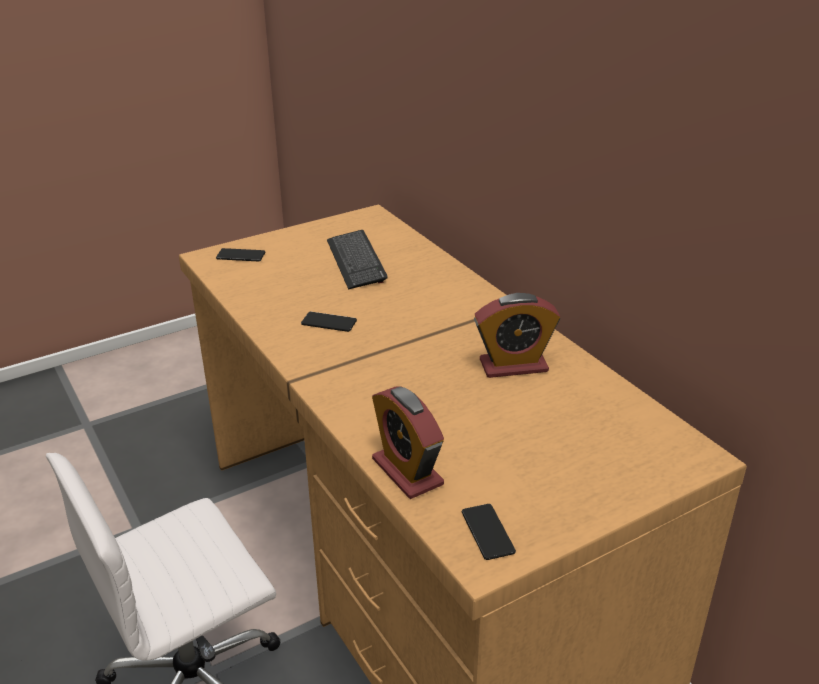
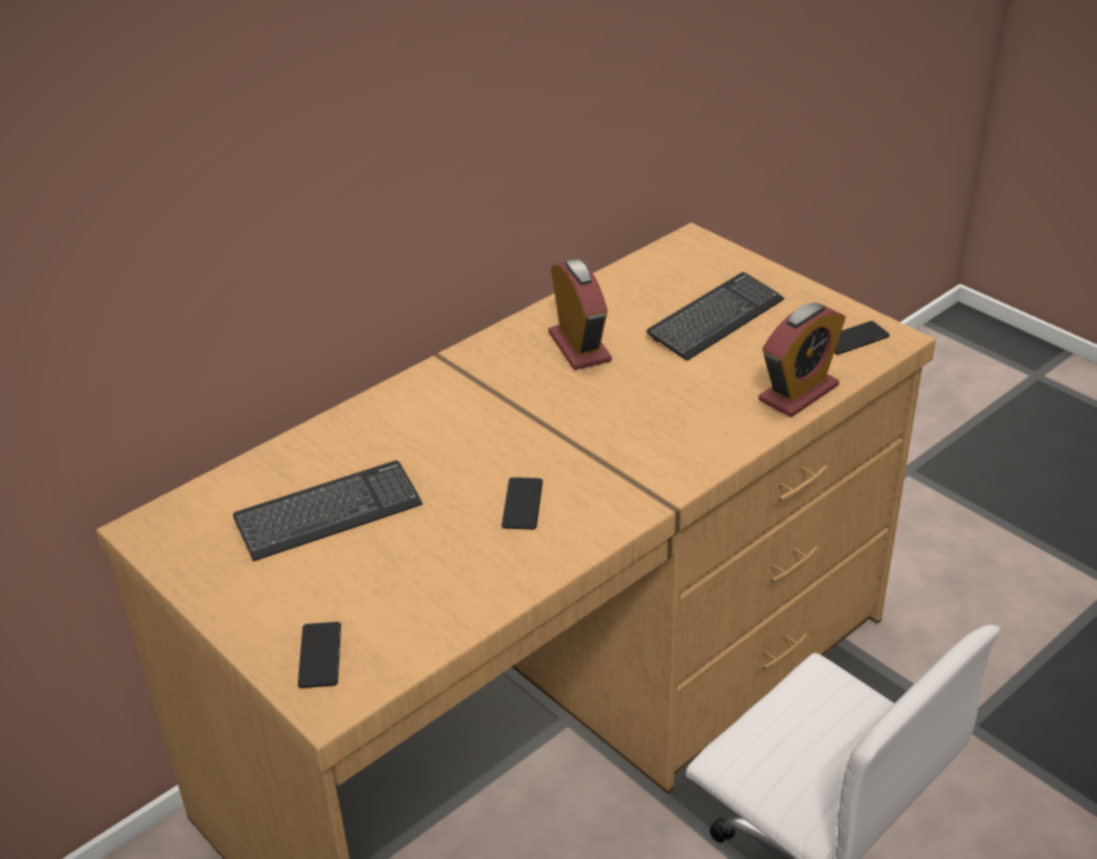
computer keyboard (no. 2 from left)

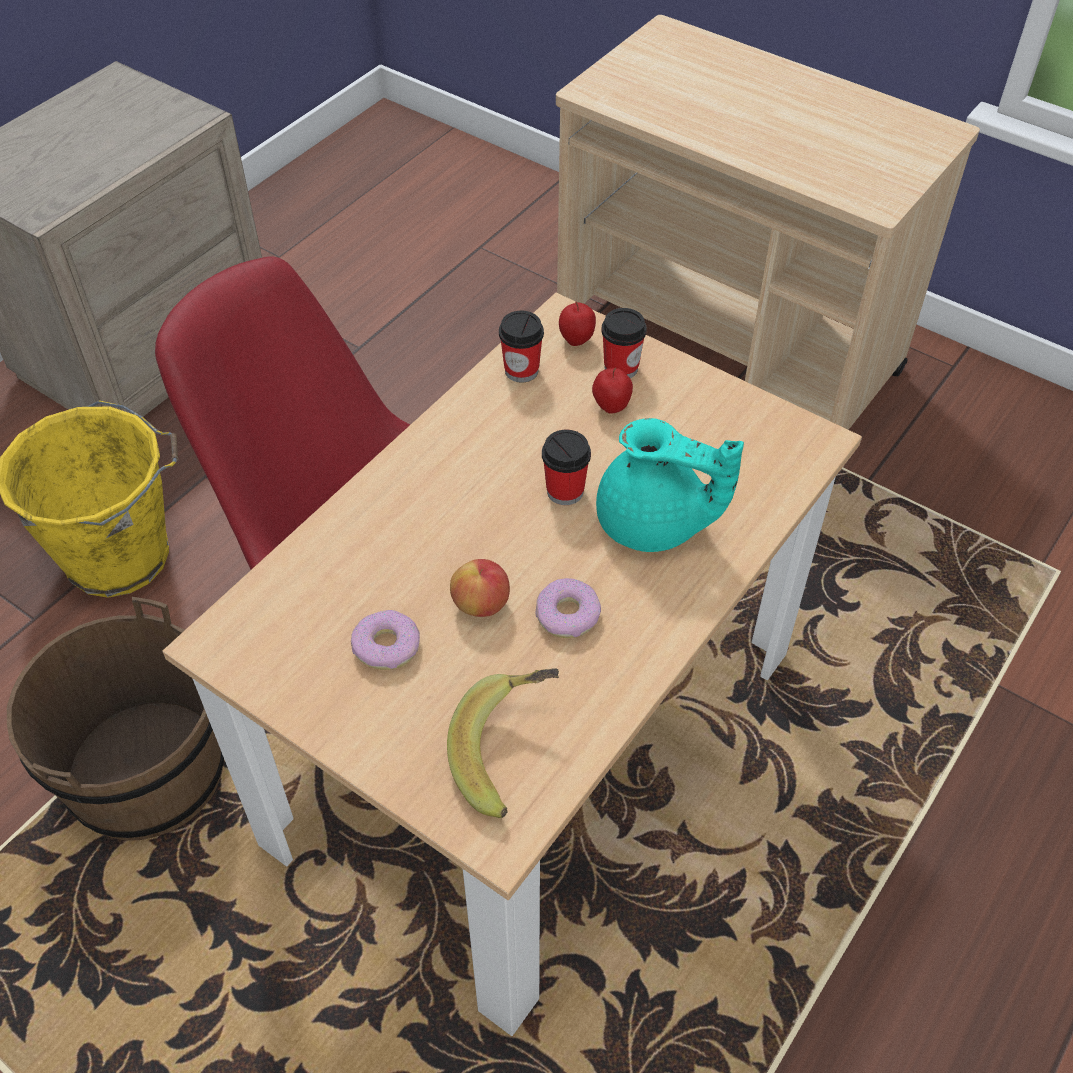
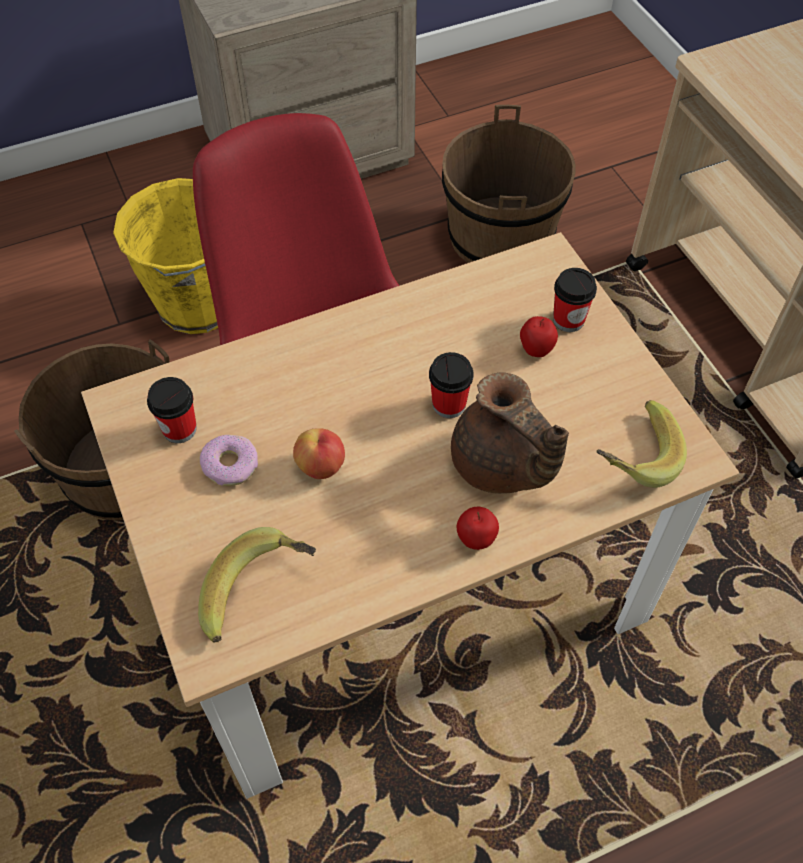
whole apple (no. 2 from left)
drinking cup (no. 1 from left)
brown pot for tea
doughnut (no. 2 from left in the first image)
brown bucket (no. 2 from left)
whole banana (no. 2 from left)

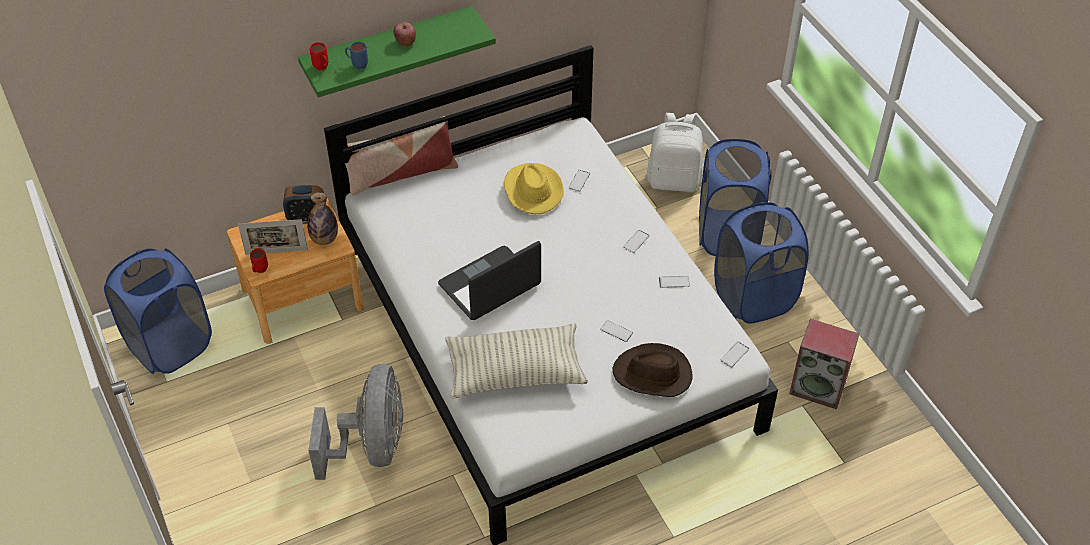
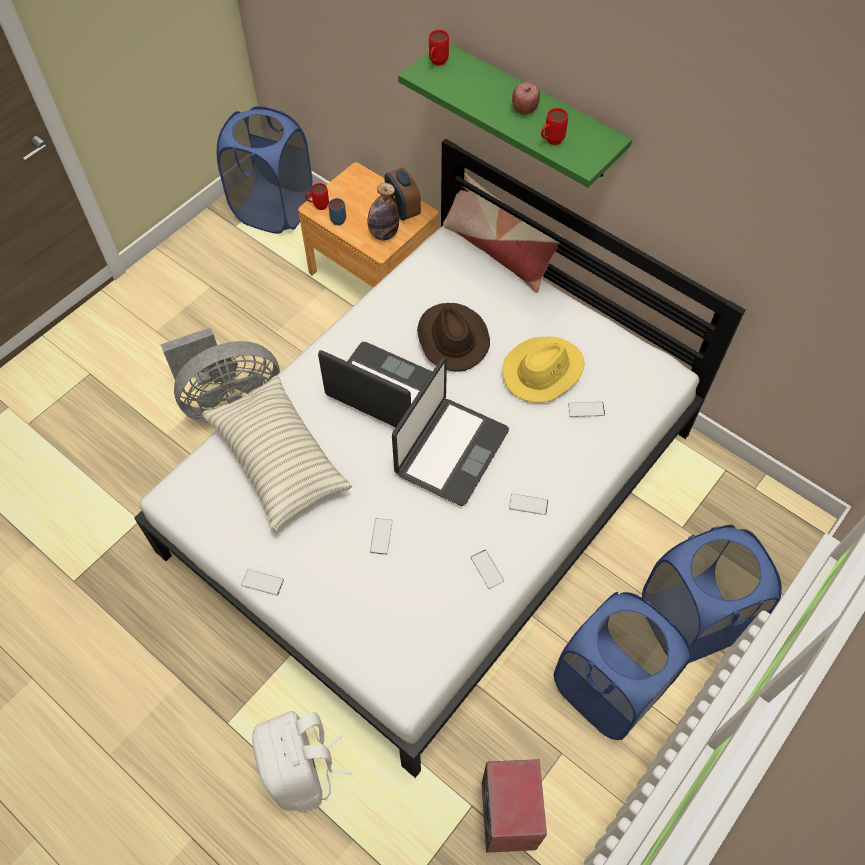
bluish coffee mug
white-coloured rucksack
standing frame
phone (no. 1 from left)
brown clothing hat
red-coloured coffee mug (no. 3 from left)
notebook computer (no. 2 from left)

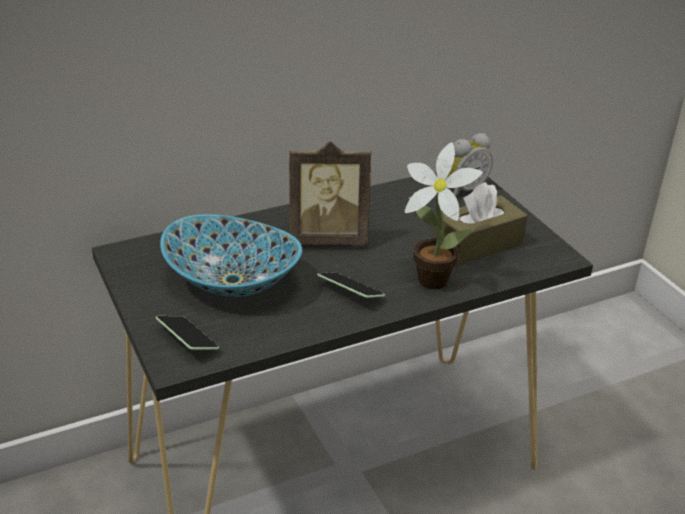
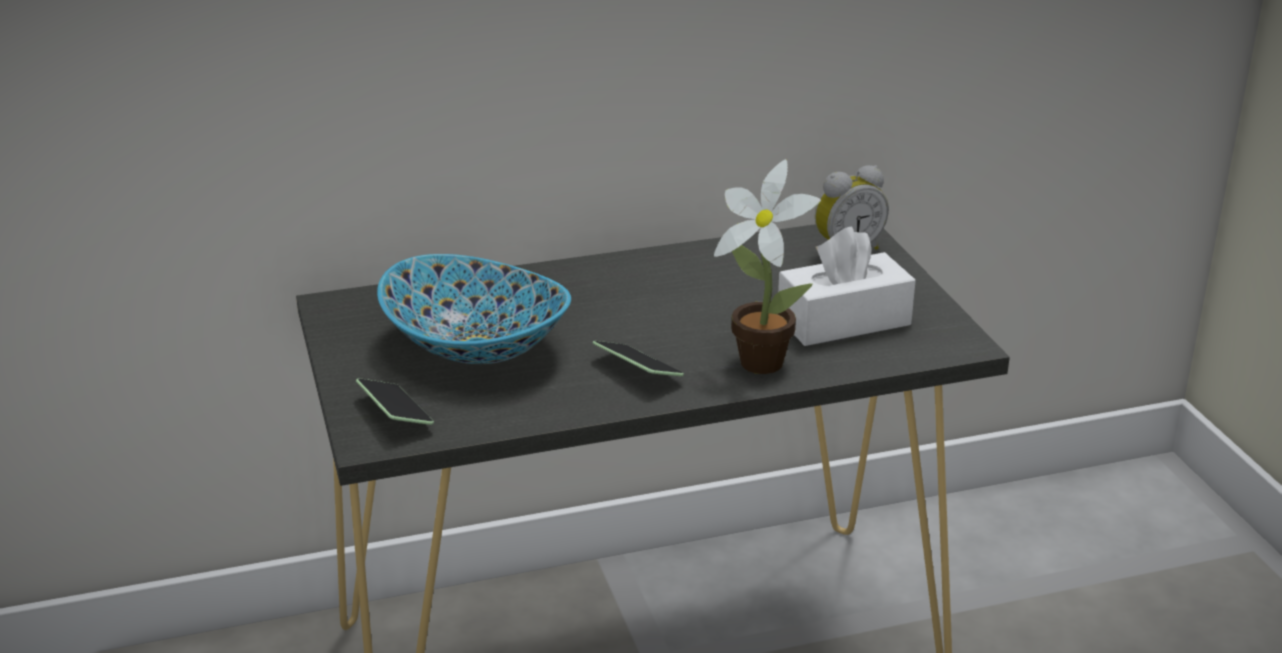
standing frame
white-coloured tissue holder

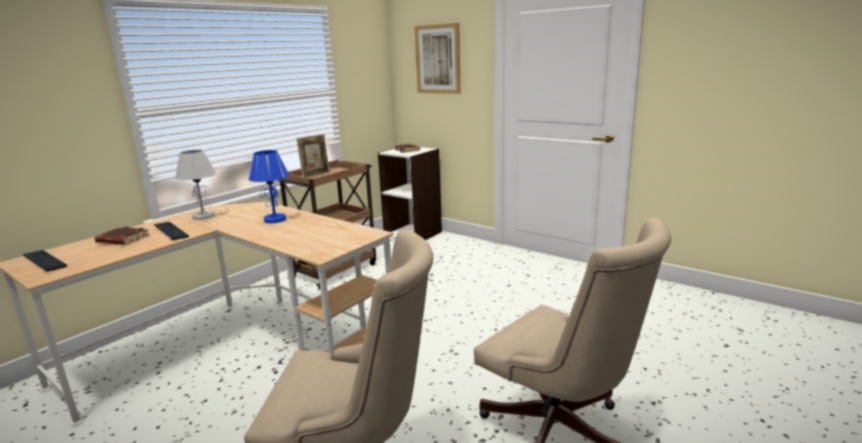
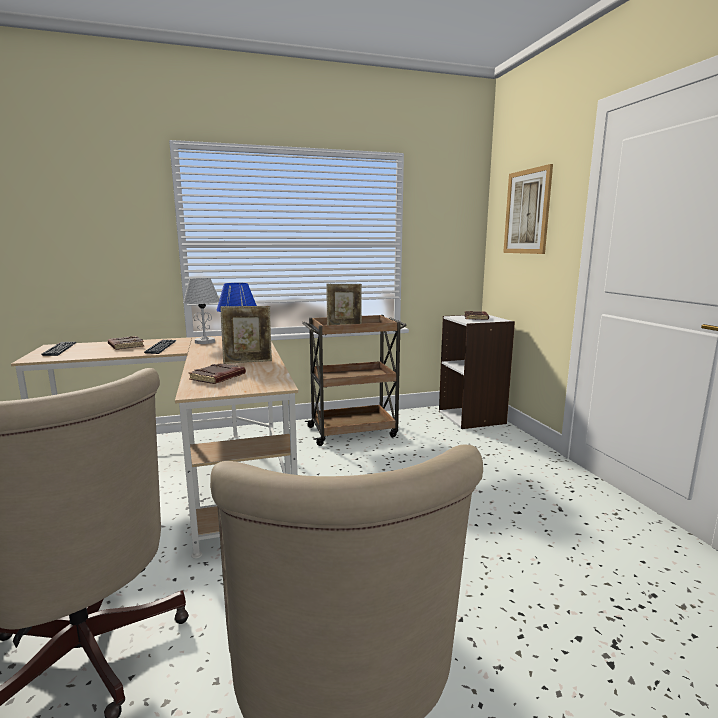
standing frame (no. 1 from left)
brown volume (no. 2 from left)

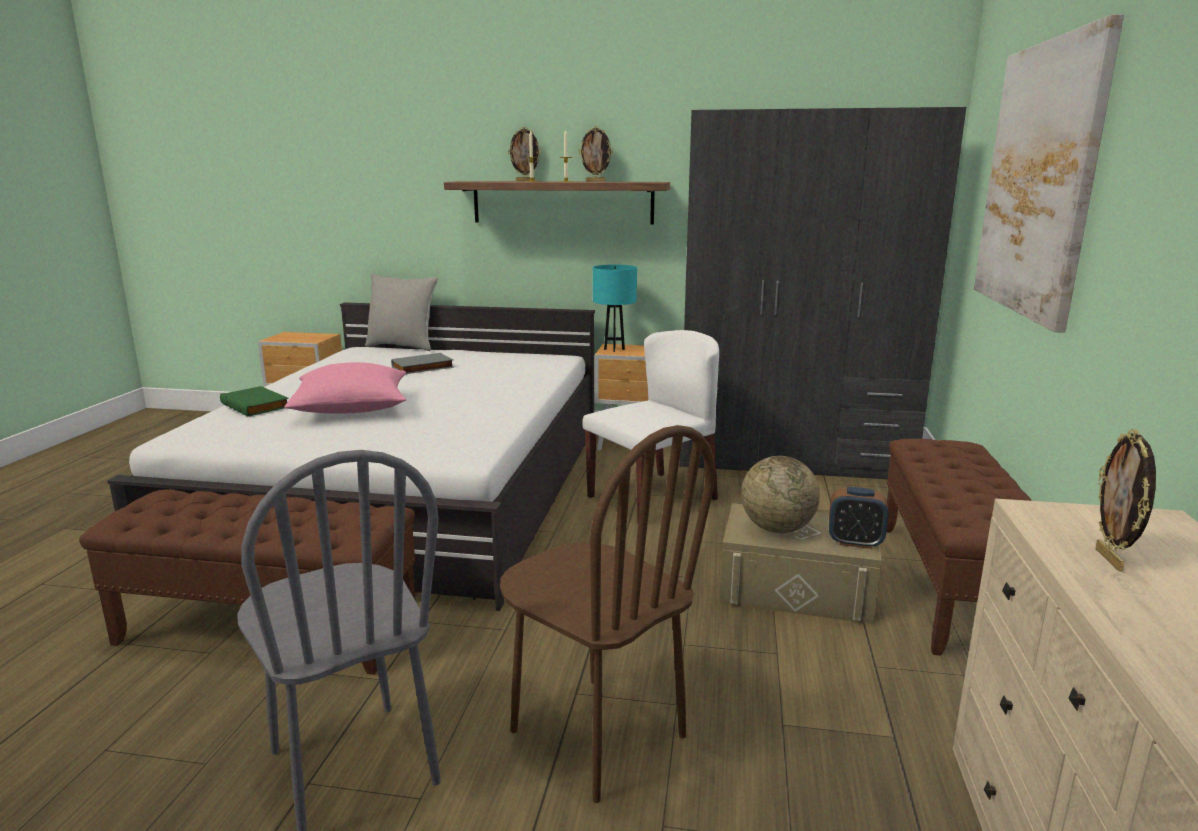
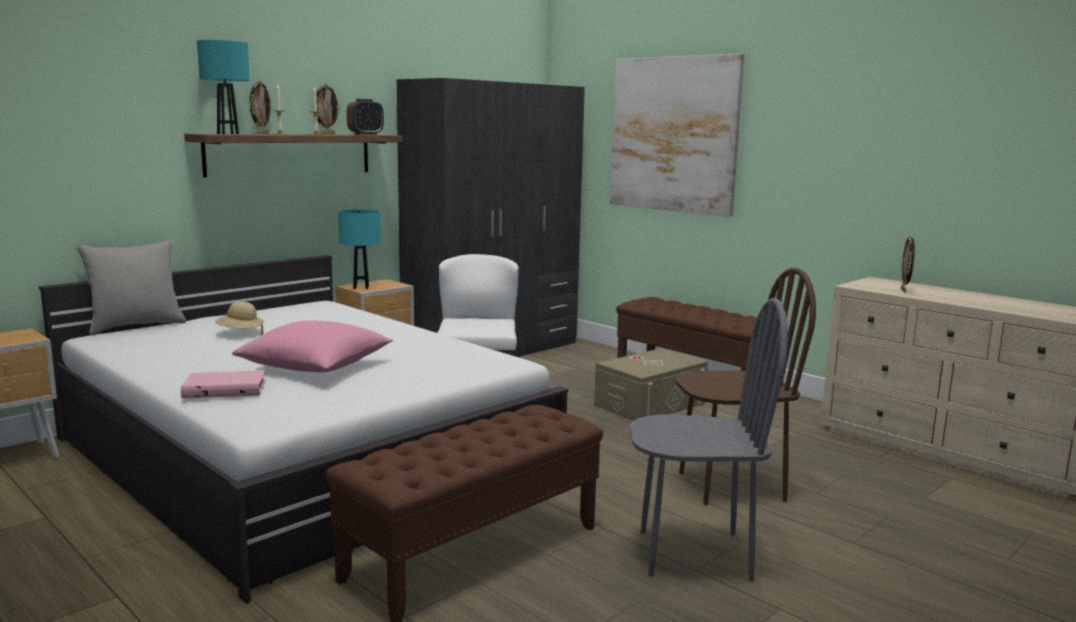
beige clothing hat
pinkish volume
standing frame (no. 3 from left)
globe
alarm clock
blue-green table lamp (no. 1 from left)

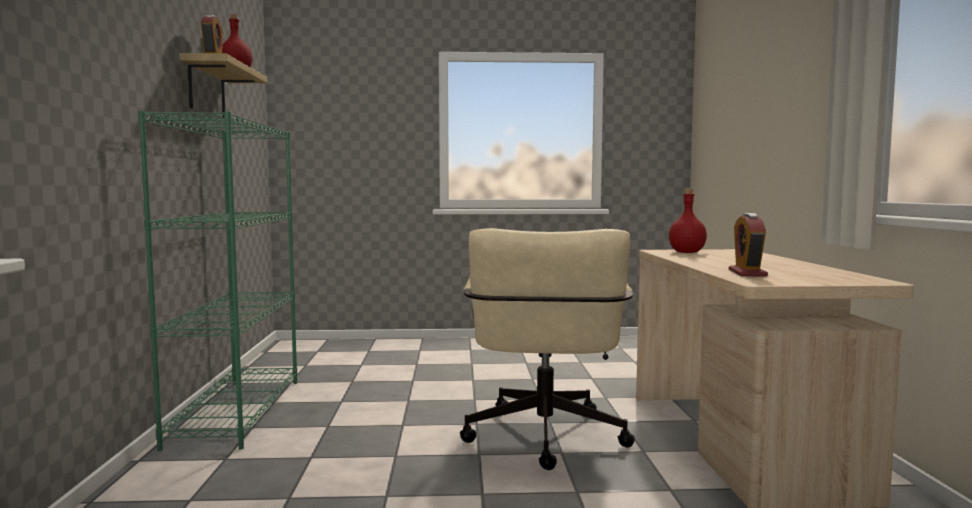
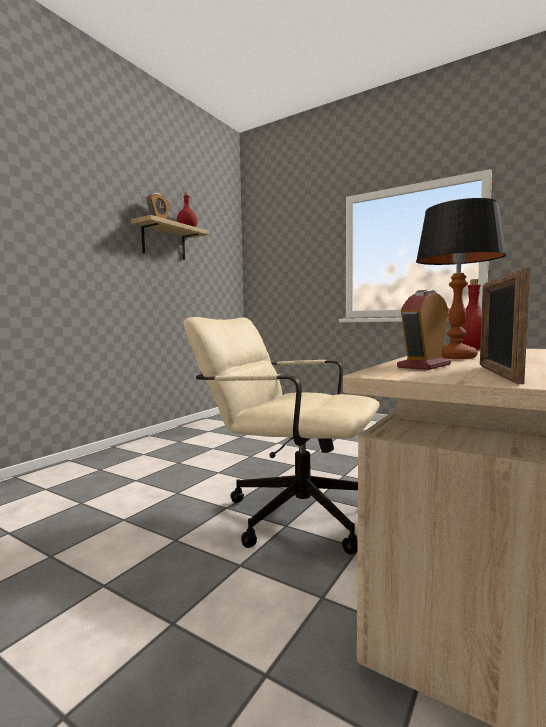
green bookshelf
beige computer chair
table lamp
standing frame

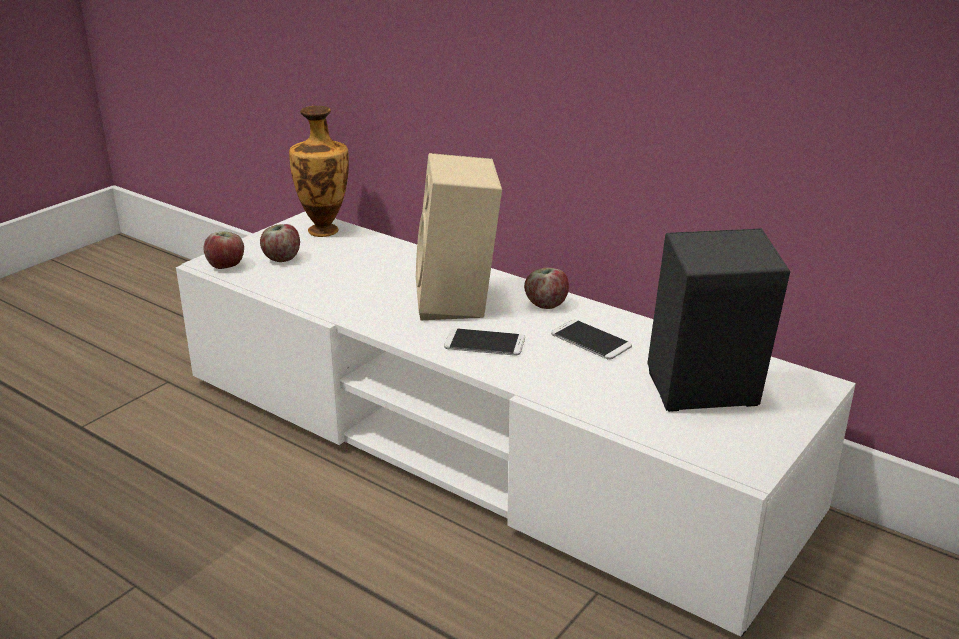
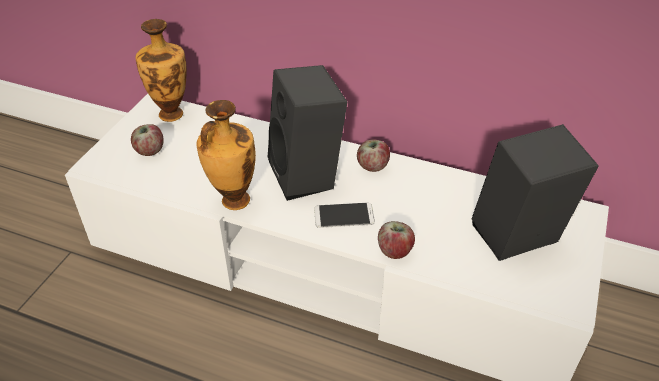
blackish loudspeaker (no. 1 from left)
whole apple (no. 3 from left)
phone (no. 2 from left in the first image)
flower vase (no. 2 from left)

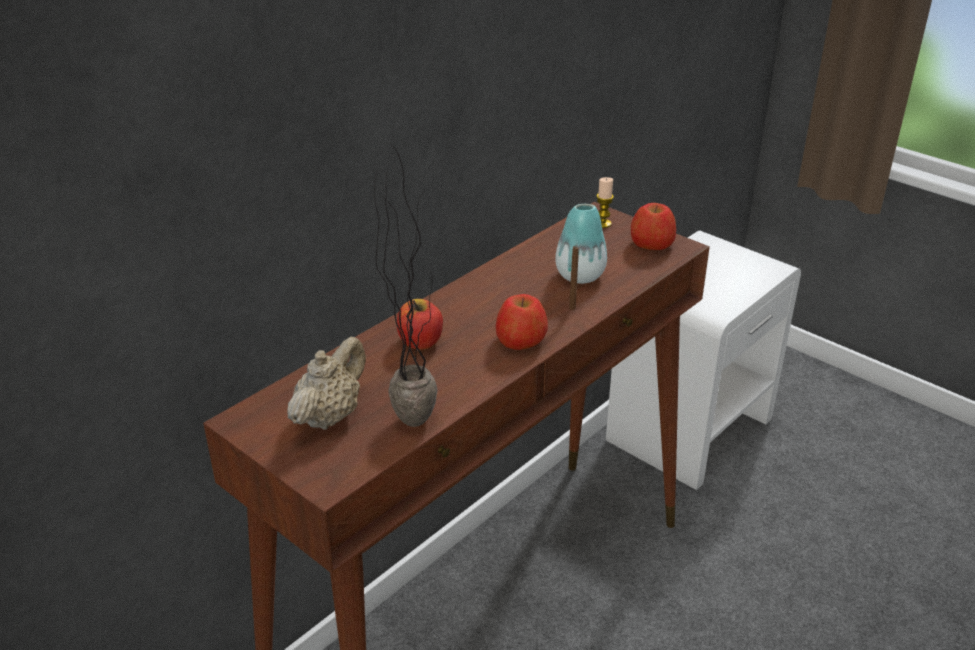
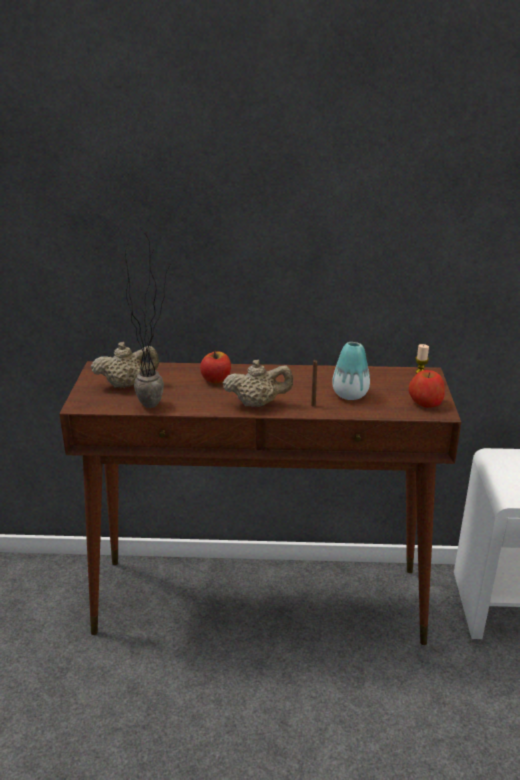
beige pot for tea (no. 2 from left)

